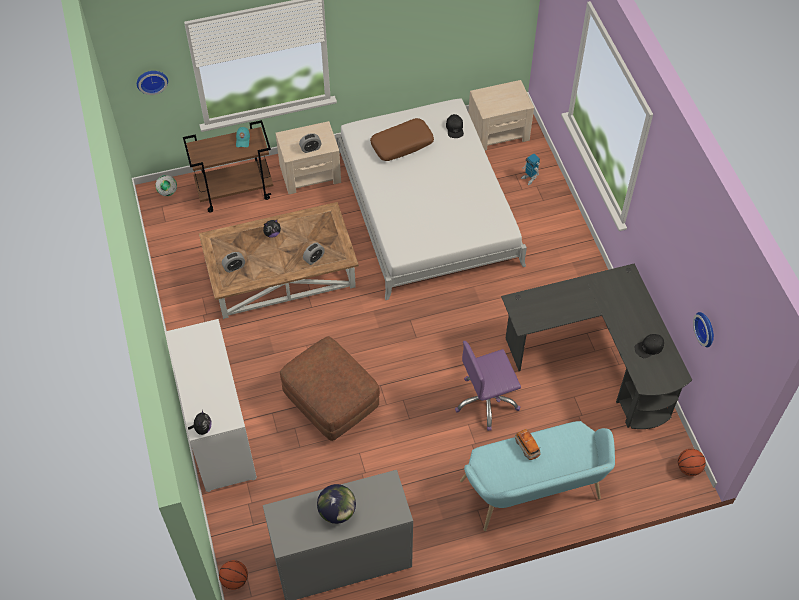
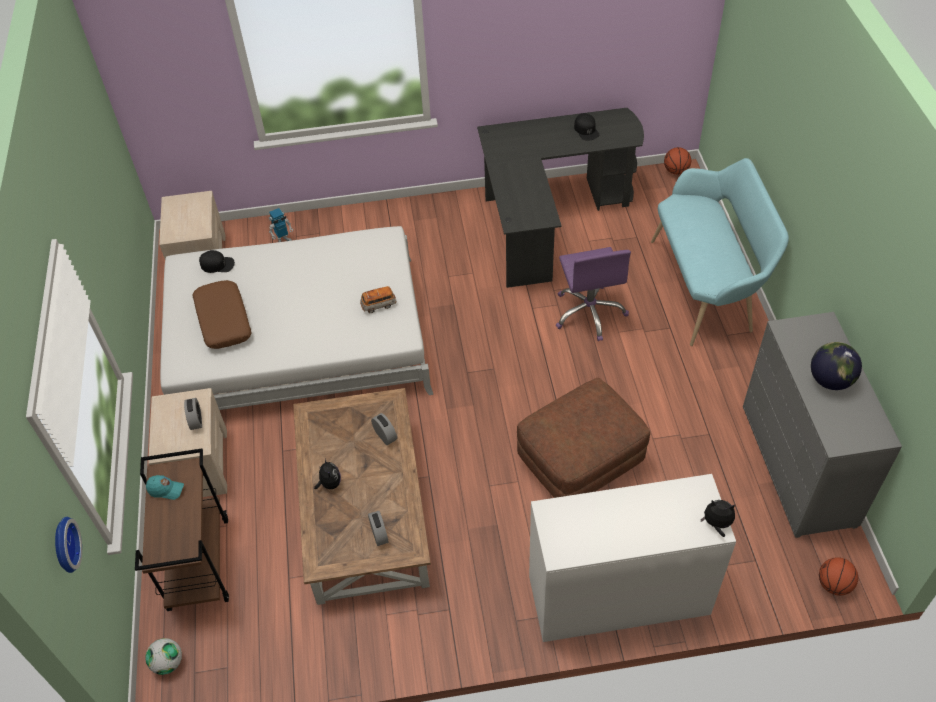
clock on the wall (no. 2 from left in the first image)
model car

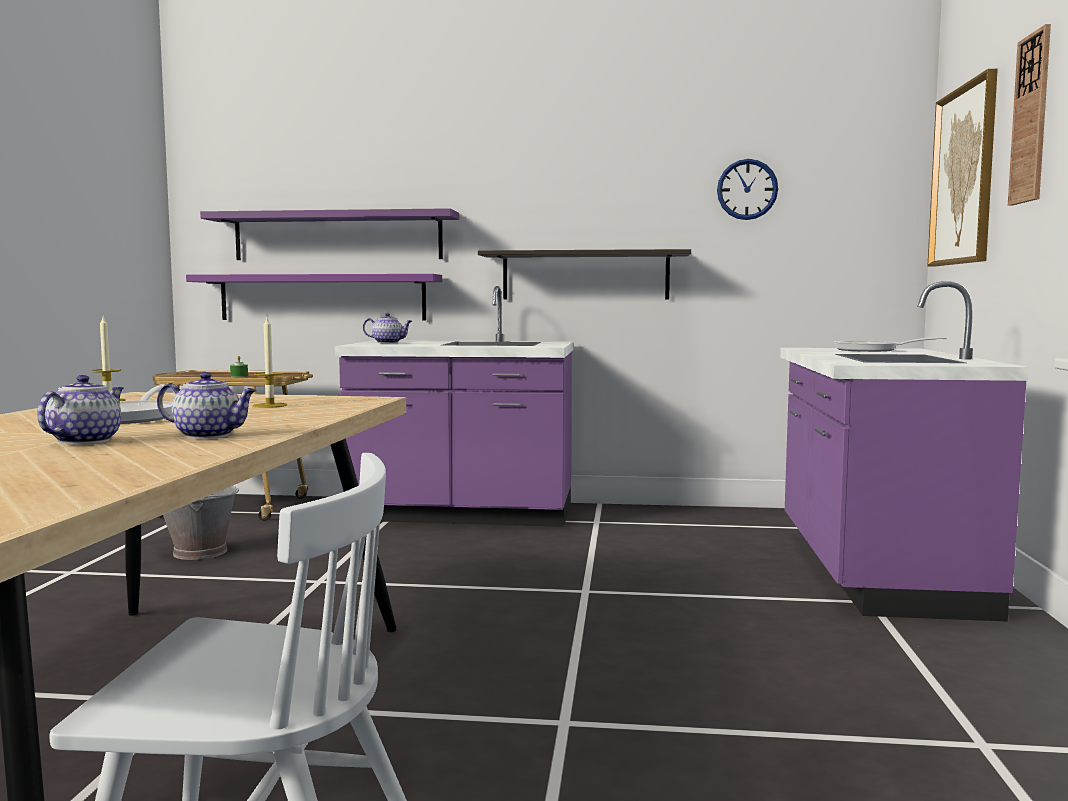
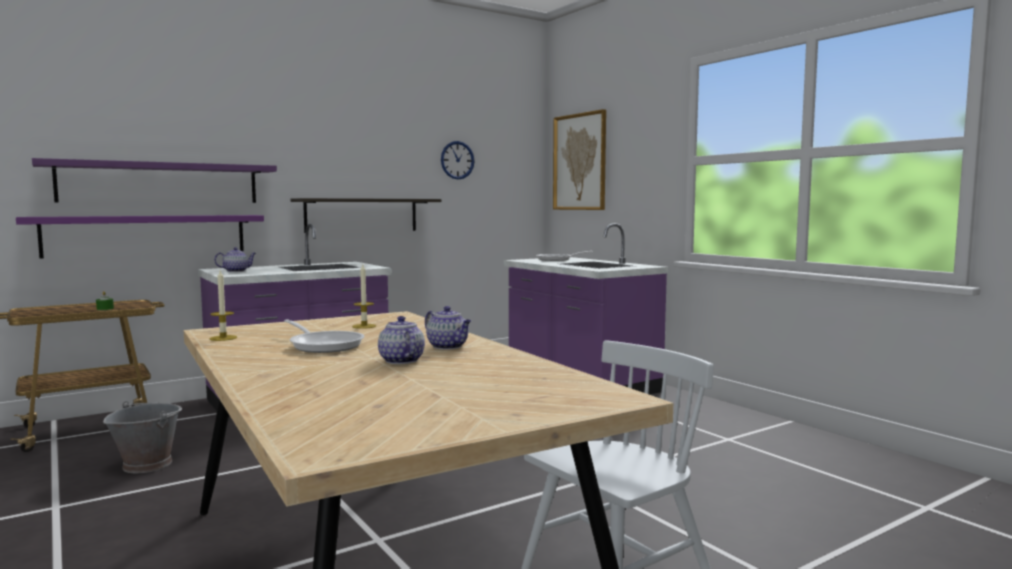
clock on the wall (no. 2 from left in the first image)
pot for tea (no. 3 from left)

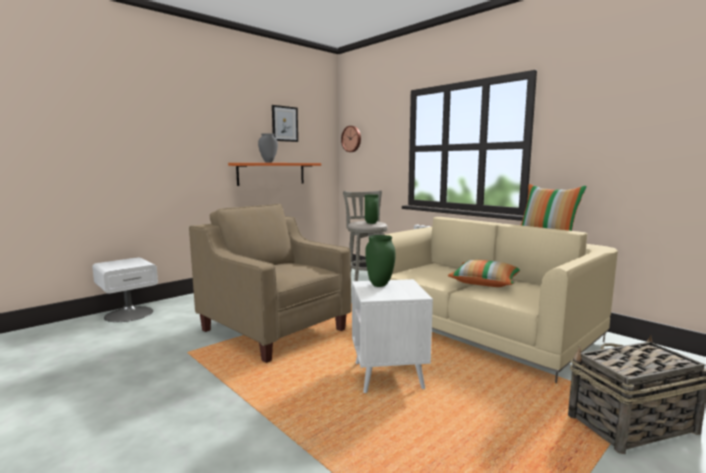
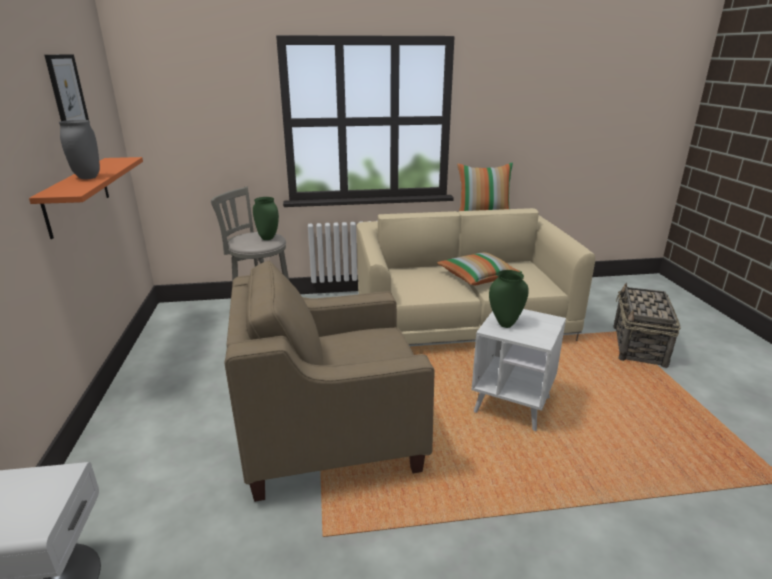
clock on the wall

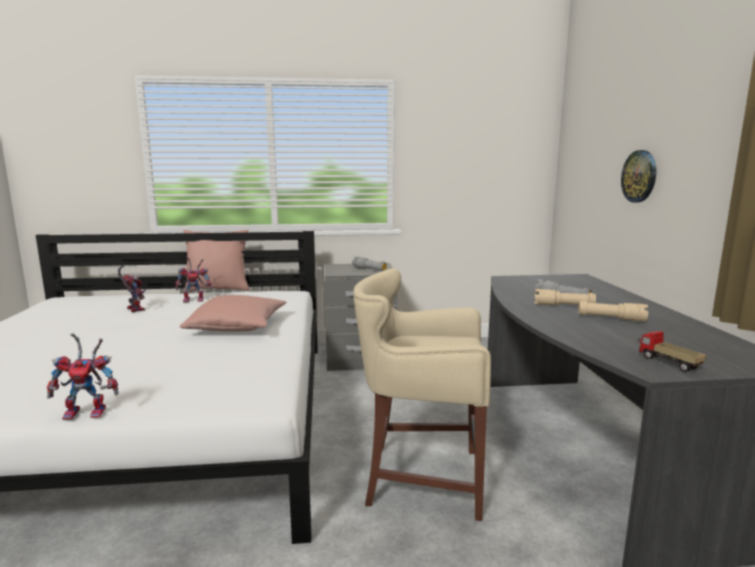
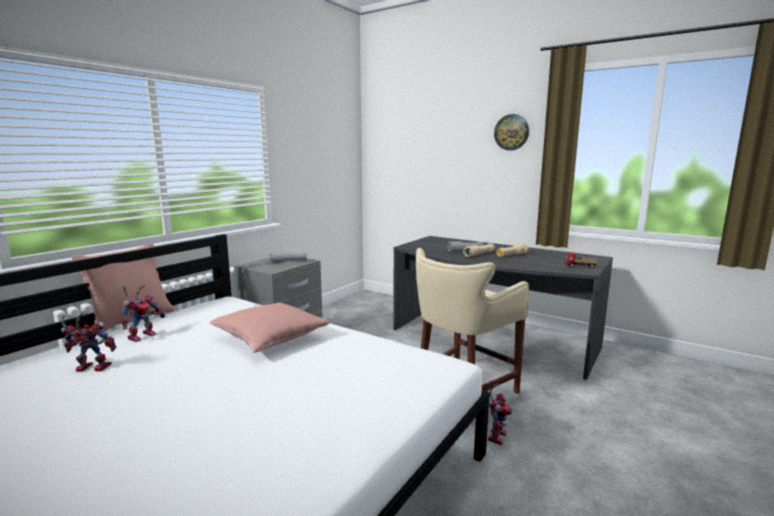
clock on the wall
robot figure (no. 3 from left)

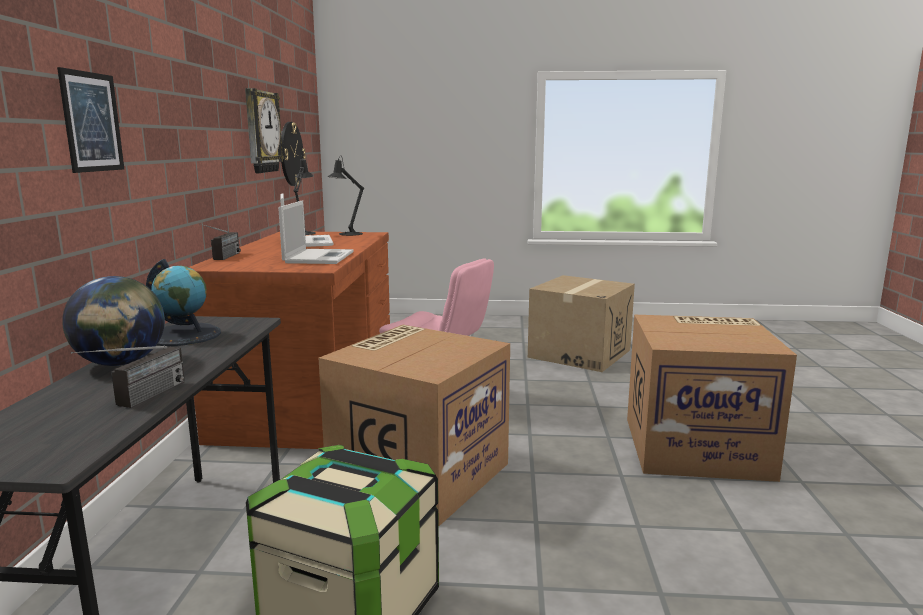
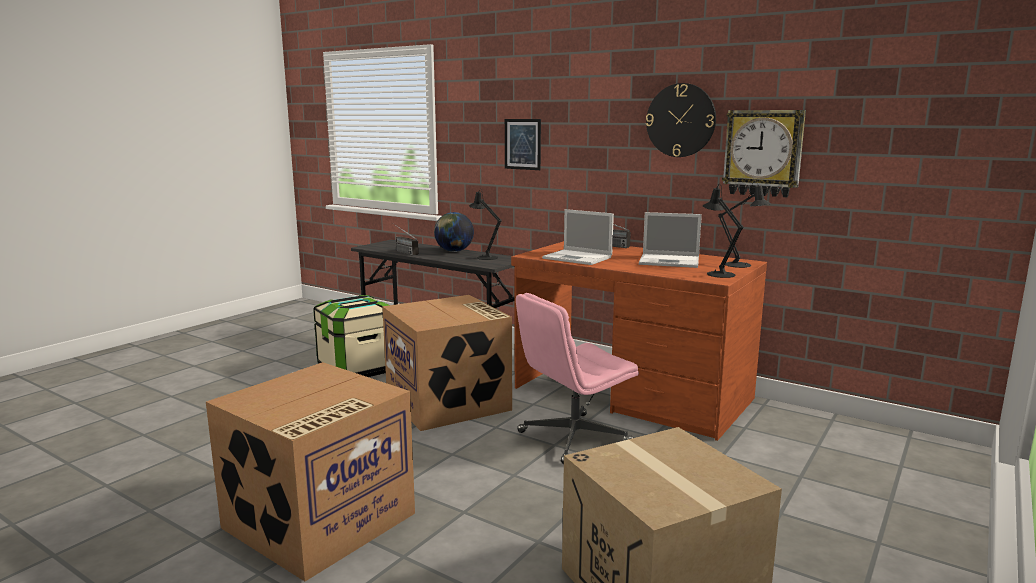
clock on the wall (no. 1 from left)
blackish table lamp (no. 1 from left)

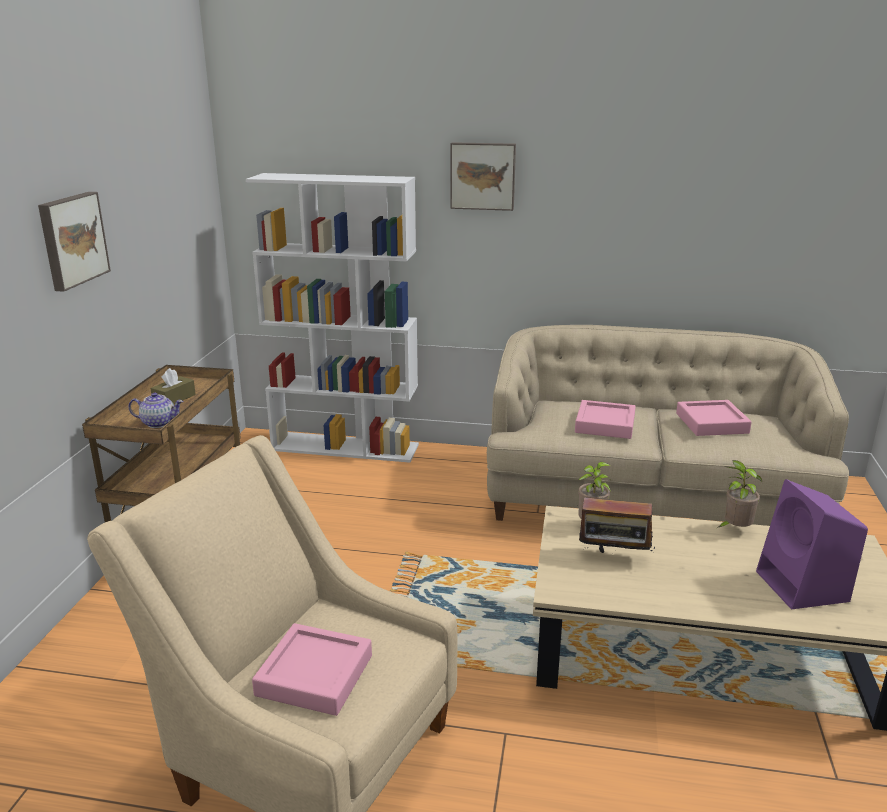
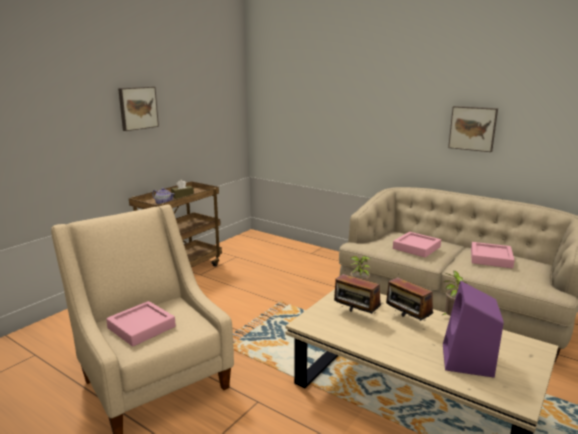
wall art (no. 2 from left)
white-coloured bookshelf
radio set (no. 2 from left)

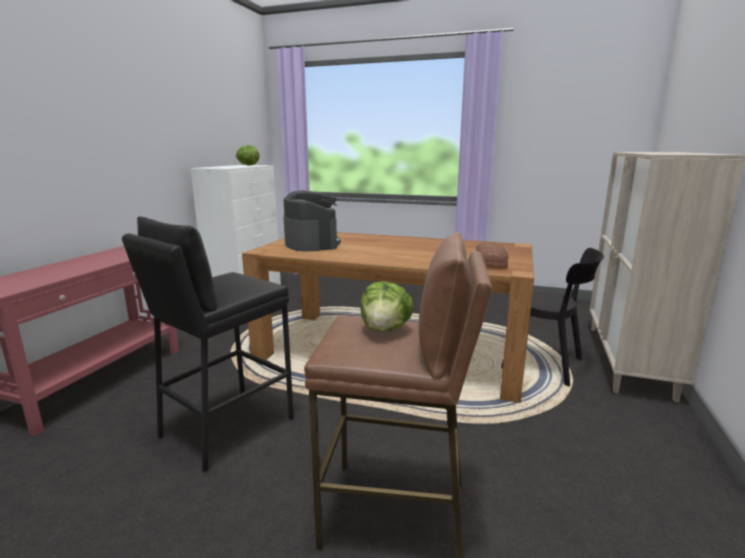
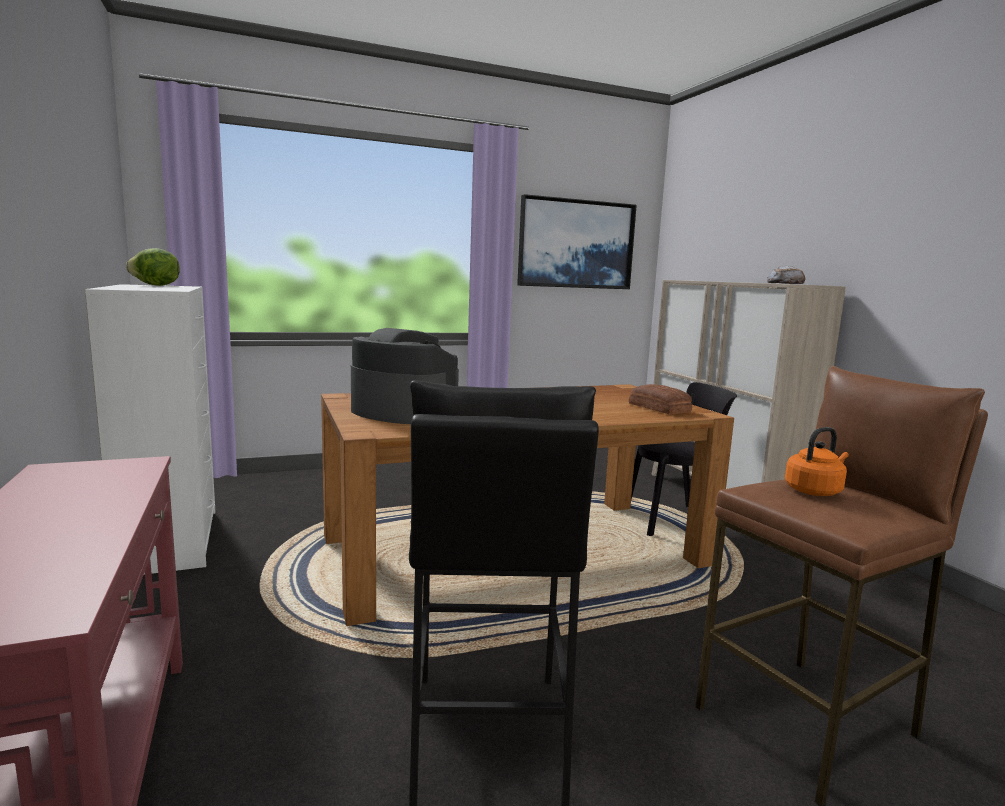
orange-coloured tea kettle
wall art
baked bread (no. 2 from left)

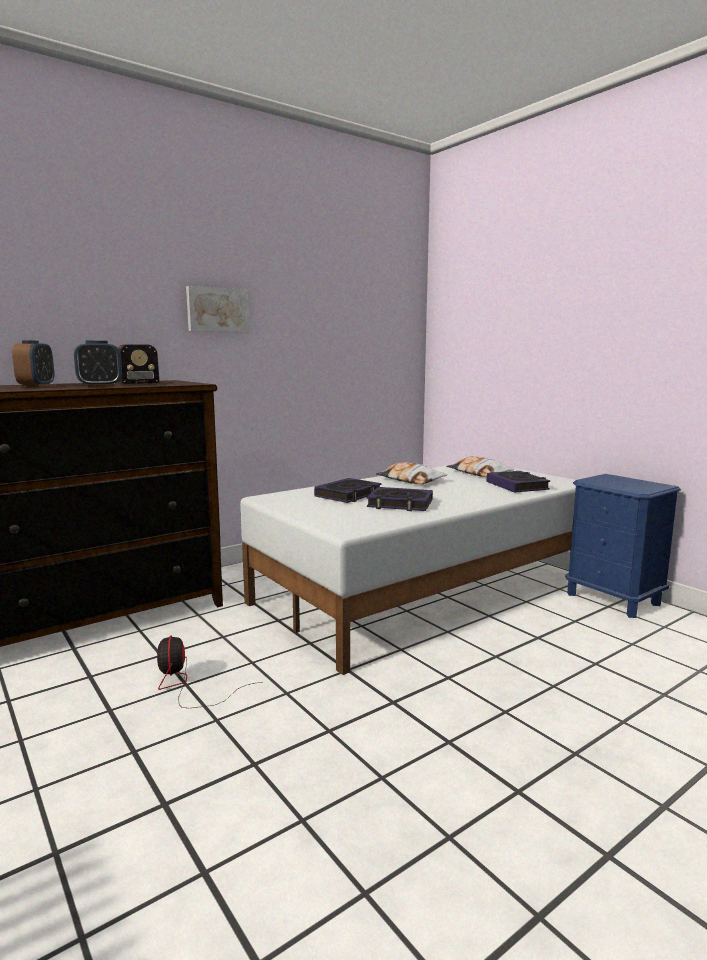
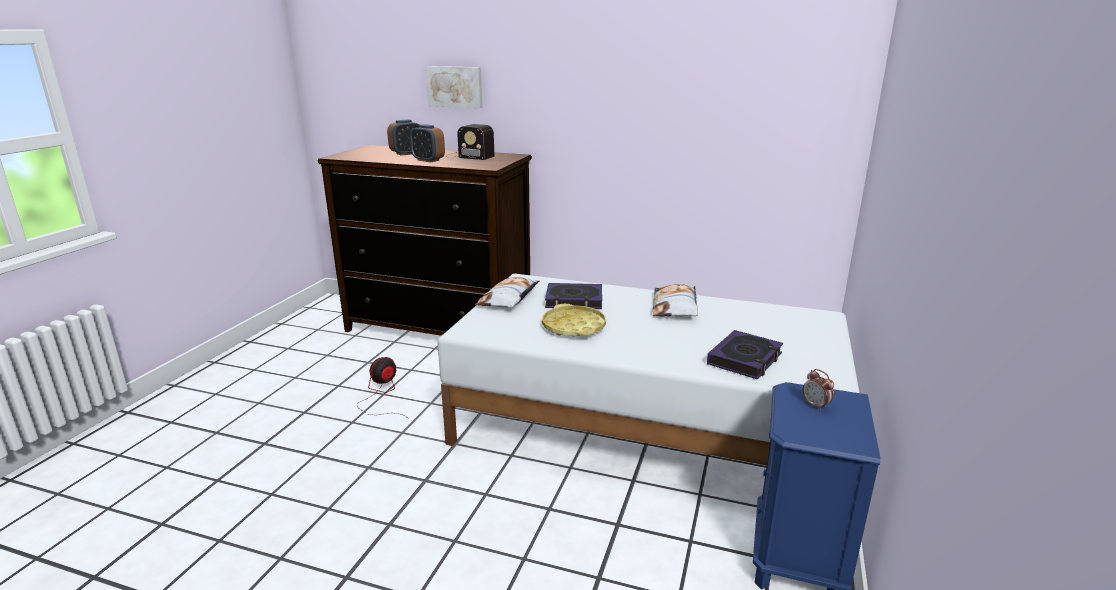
wall art
pillow (no. 1 from left)
yellow-coloured tray
alarm clock (no. 3 from left)

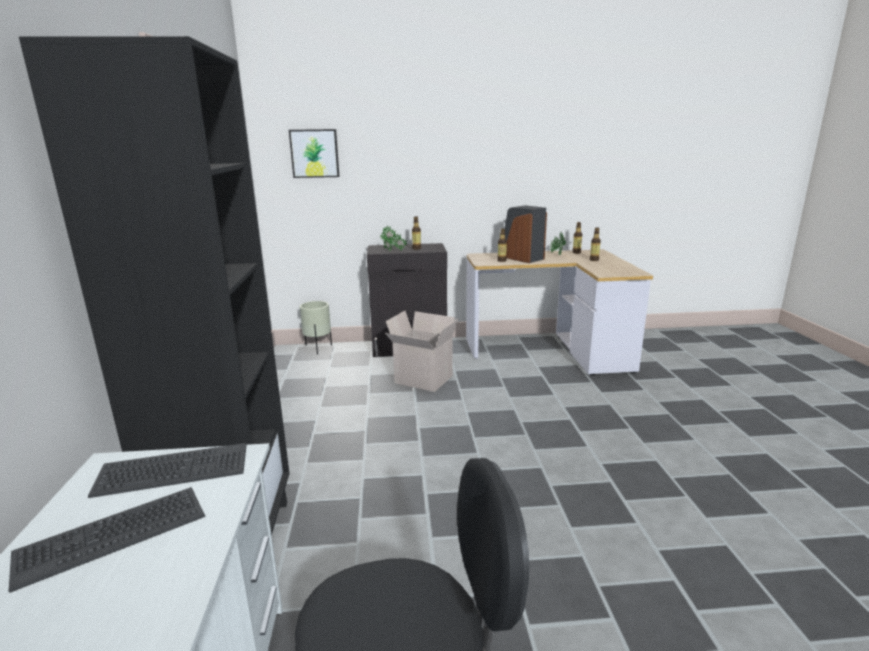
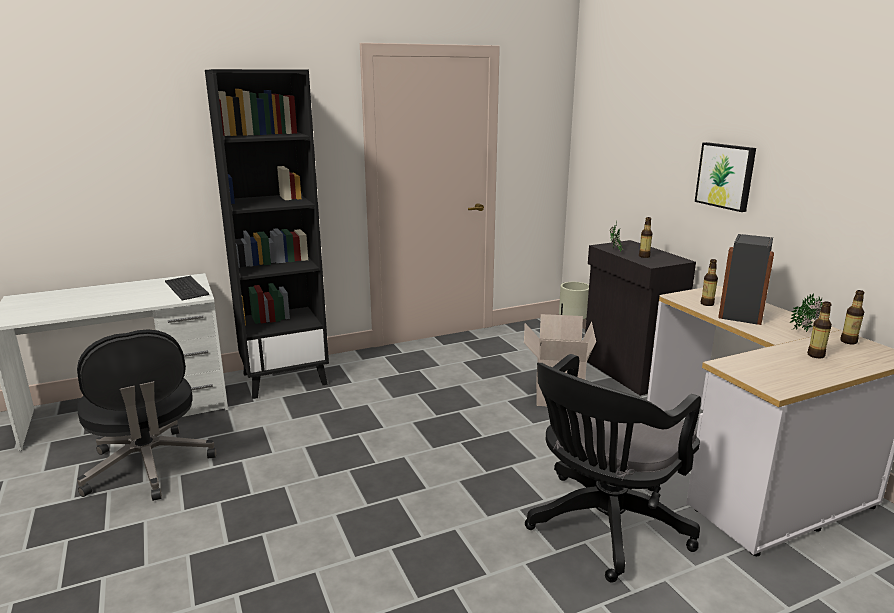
wall art
computer keyboard (no. 1 from left in the first image)
blackish computer chair (no. 2 from left)

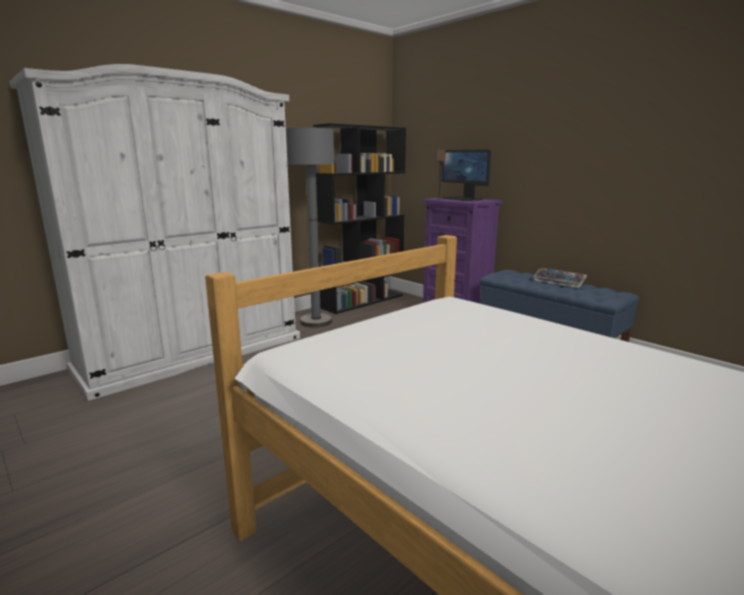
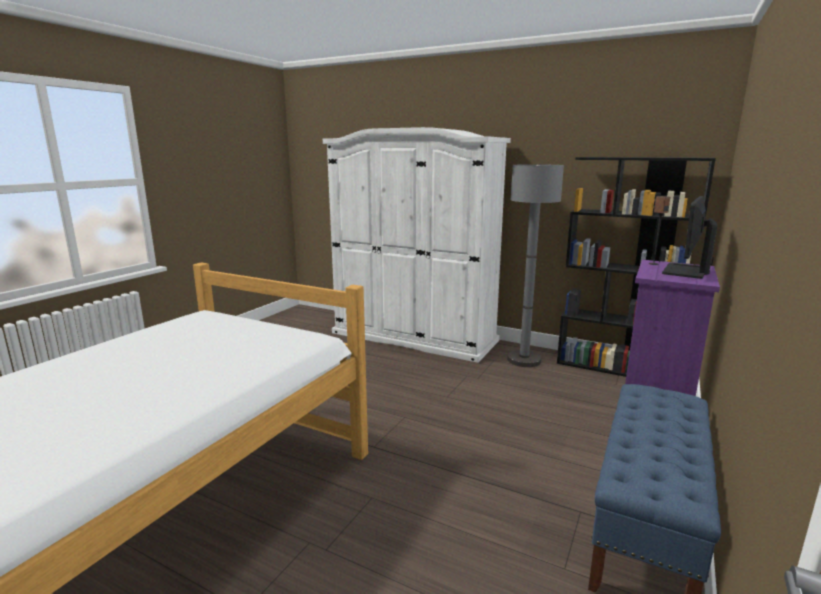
computer keyboard

